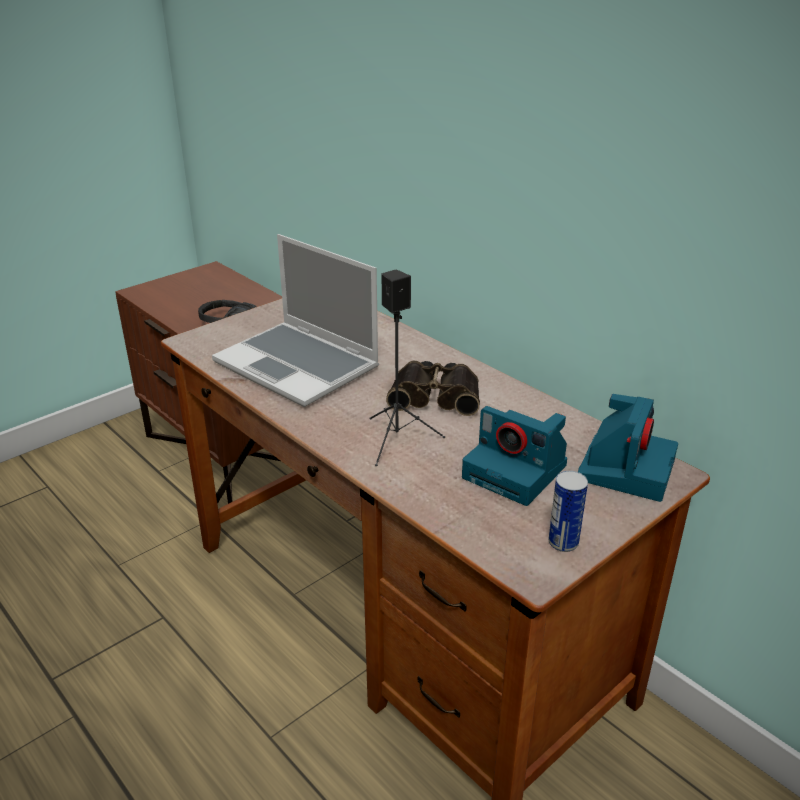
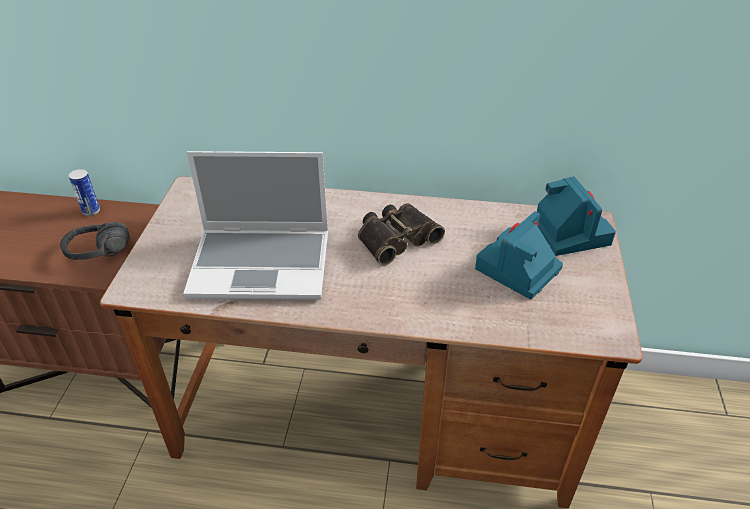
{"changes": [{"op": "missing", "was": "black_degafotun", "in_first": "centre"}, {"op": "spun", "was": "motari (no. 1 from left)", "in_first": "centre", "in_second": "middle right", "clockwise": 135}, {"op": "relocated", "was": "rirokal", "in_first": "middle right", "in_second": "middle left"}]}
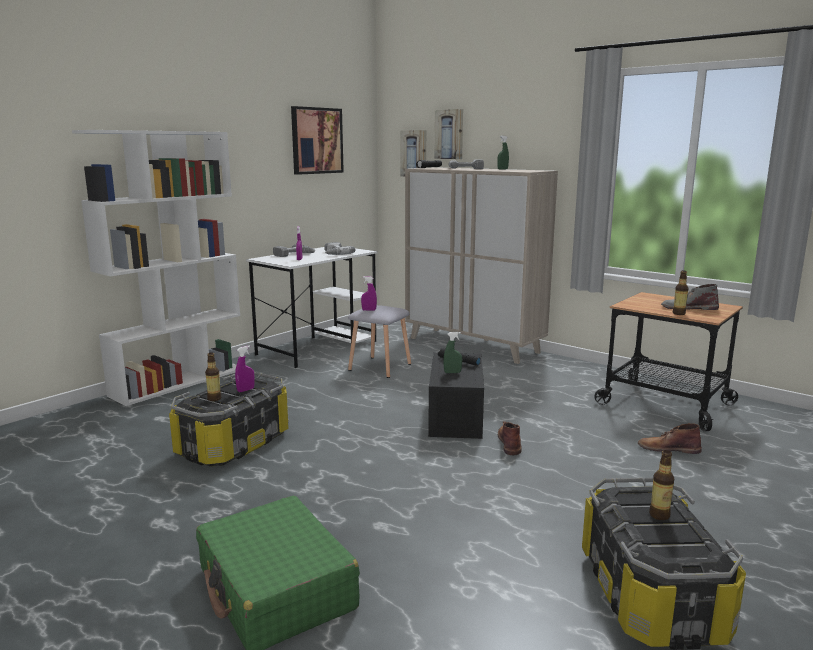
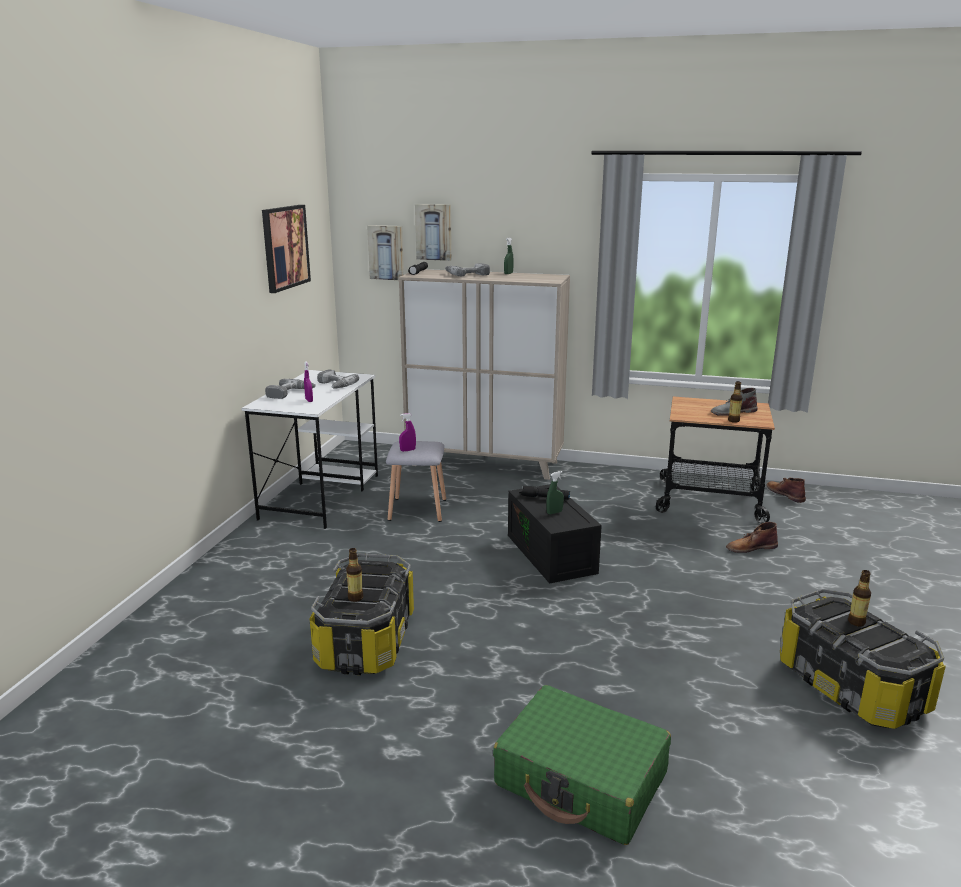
{"changes": [{"op": "missing", "was": "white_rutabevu", "in_first": "middle left"}, {"op": "missing", "was": "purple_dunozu (no. 1 from left)", "in_first": "middle left"}, {"op": "relocated", "was": "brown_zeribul (no. 1 from left in the first image)", "now": "brown_zeribul (no. 2 from left)", "in_first": "bottom centre", "in_second": "middle right"}]}
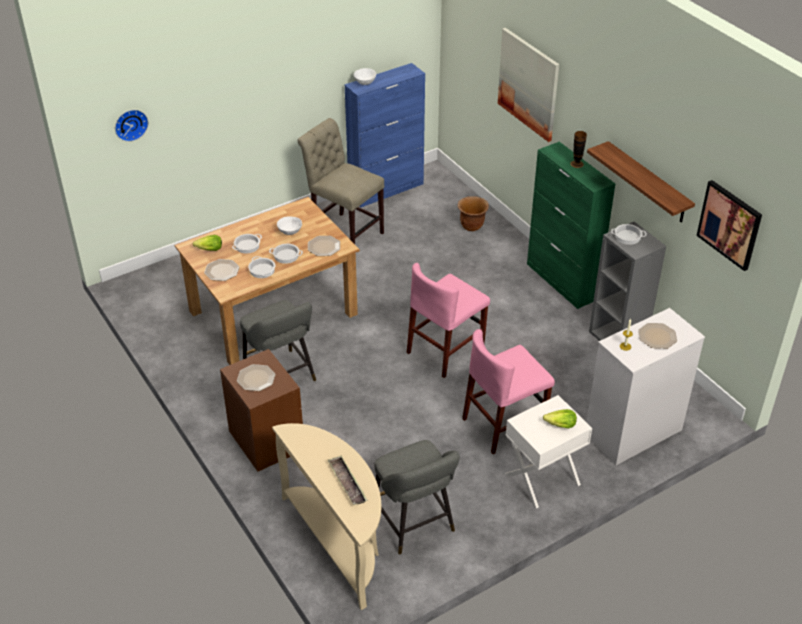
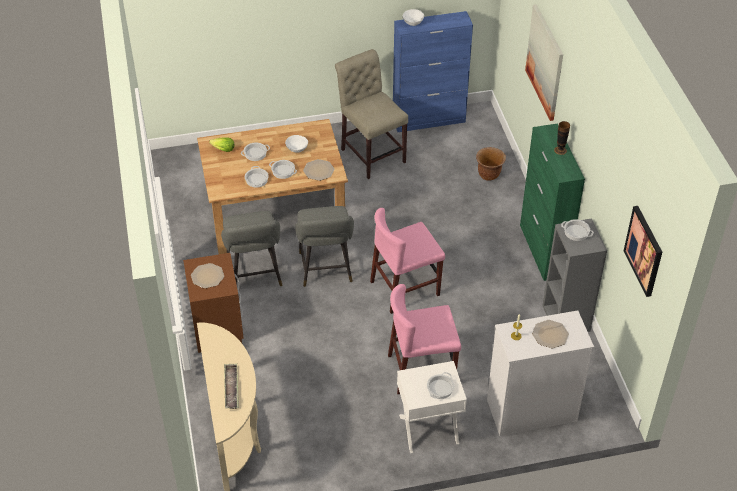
{"changes": [{"op": "missing", "was": "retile", "in_first": "top left"}, {"op": "missing", "was": "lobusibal", "in_first": "top right"}, {"op": "missing", "was": "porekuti (no. 1 from left)", "in_first": "middle left"}, {"op": "exchanged", "was": "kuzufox (no. 2 from left)", "now": "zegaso (no. 4 from left)", "in_first": "bottom right", "in_second": "bottom centre"}, {"op": "relocated", "was": "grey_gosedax (no. 2 from left)", "in_first": "bottom centre", "in_second": "centre"}]}
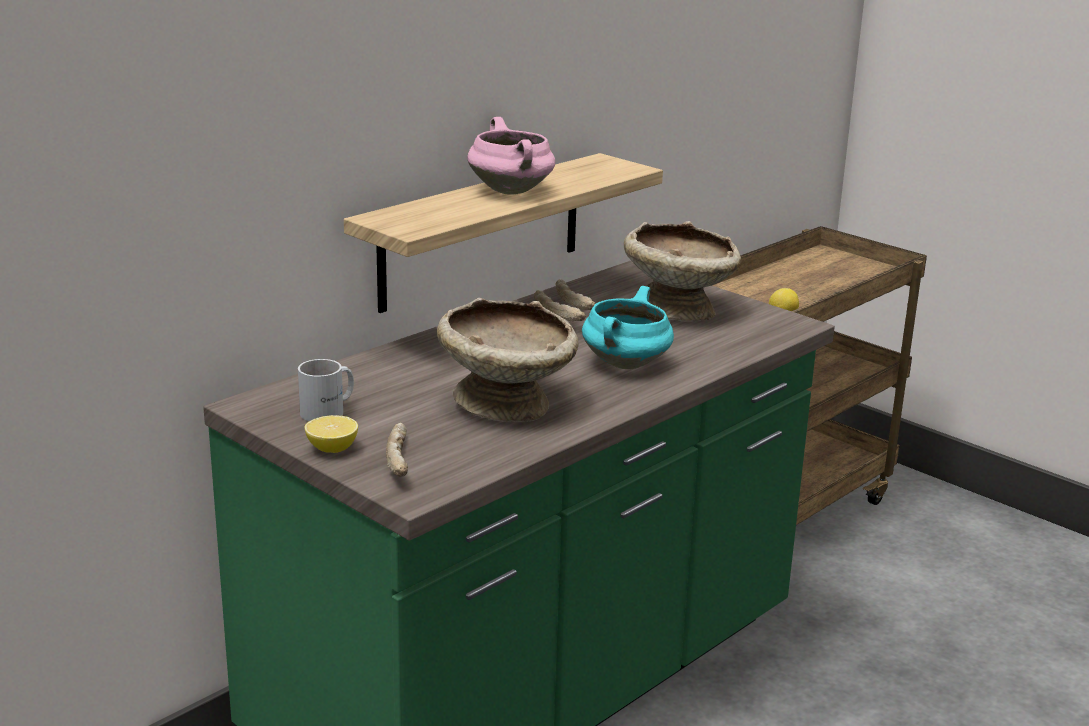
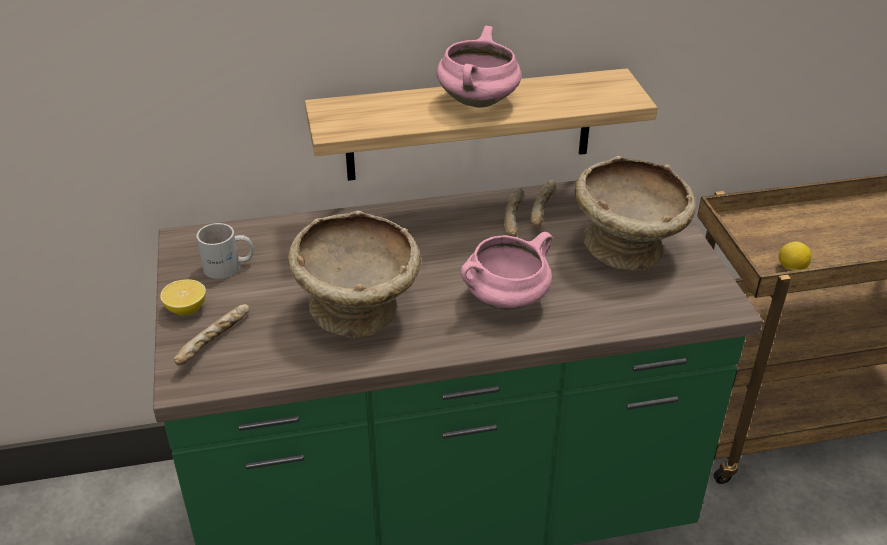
{"changes": [{"op": "colour", "was": "turquoise_zegaso", "now": "pink_zegaso (no. 2 from left)", "in_first": "centre", "in_second": "centre"}]}
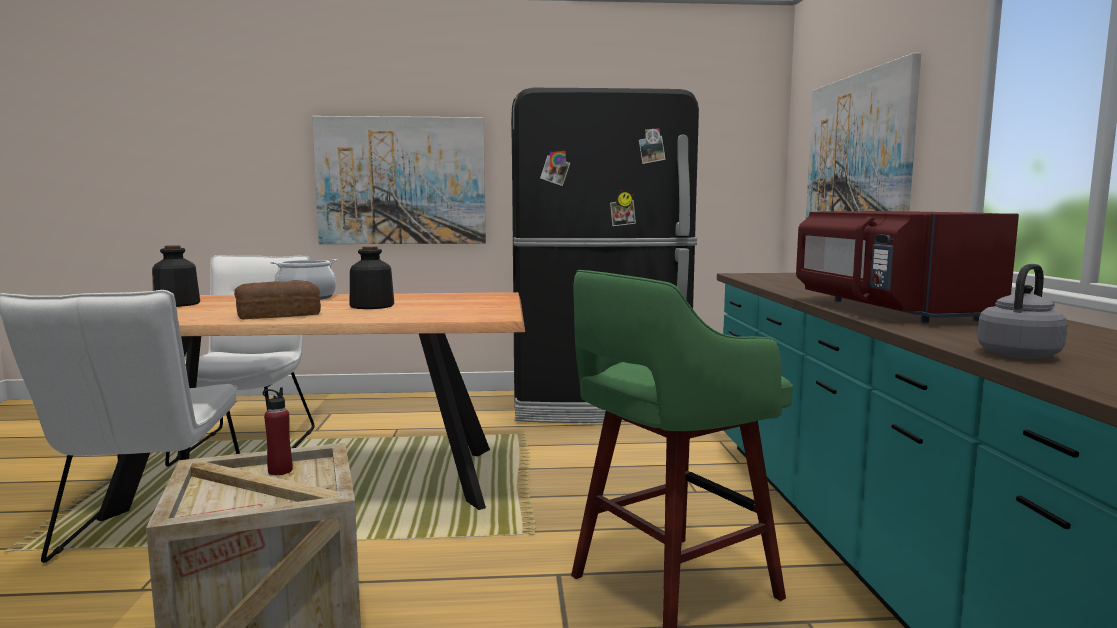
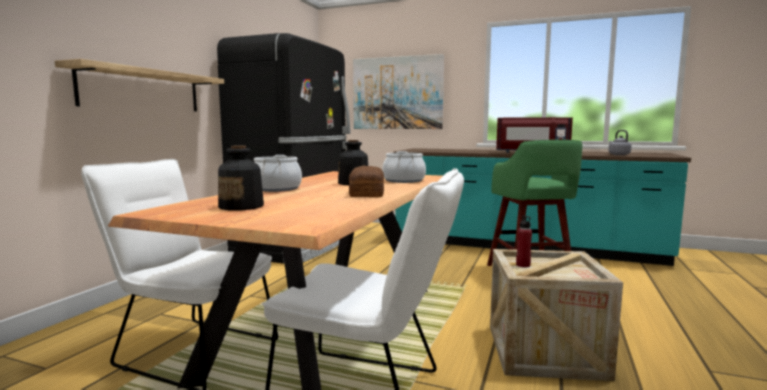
{"changes": [{"op": "exchanged", "was": "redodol (no. 1 from left)", "now": "lobusibal", "in_first": "top centre", "in_second": "top left"}, {"op": "appeared", "now": "zegaso (no. 2 from left)", "in_second": "centre"}]}
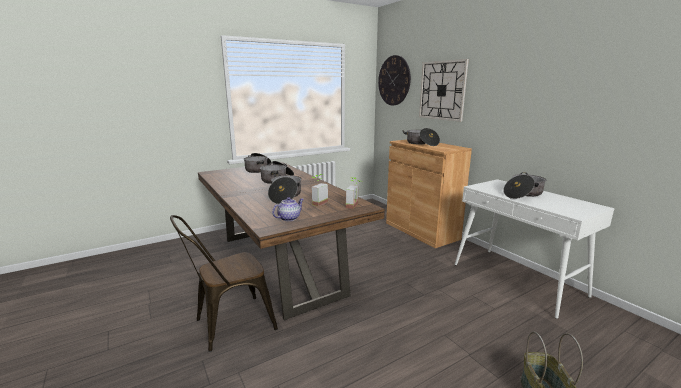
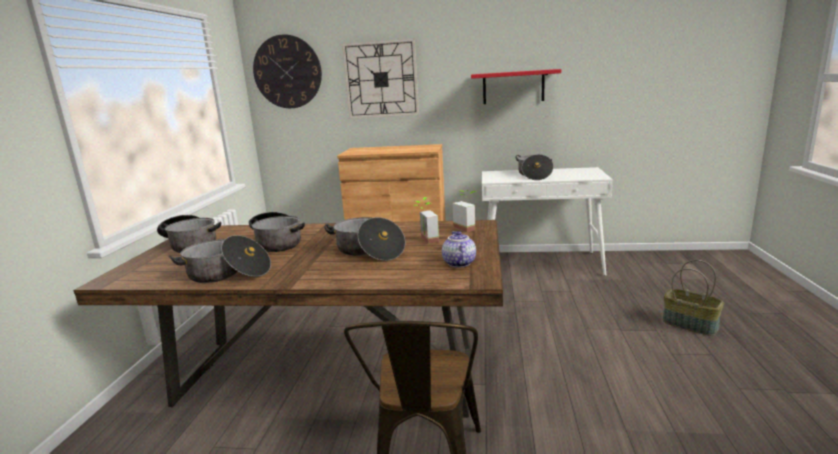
{"changes": [{"op": "relocated", "was": "zegaso (no. 4 from left in the first image)", "now": "zegaso (no. 2 from left)", "in_first": "centre", "in_second": "middle left"}, {"op": "appeared", "now": "red_lobusibal", "in_second": "top centre"}]}
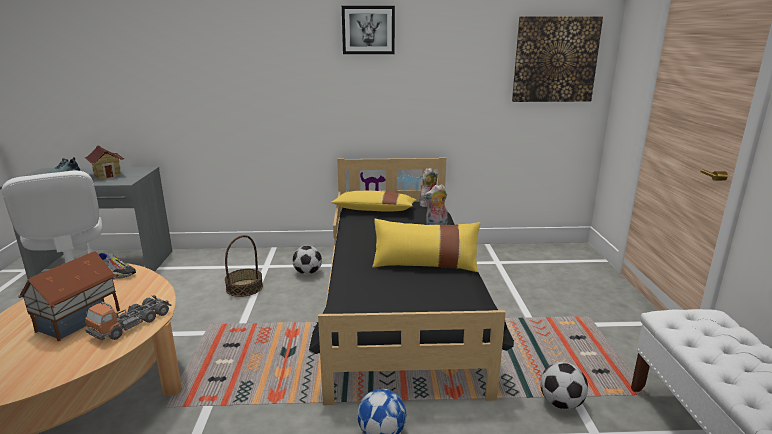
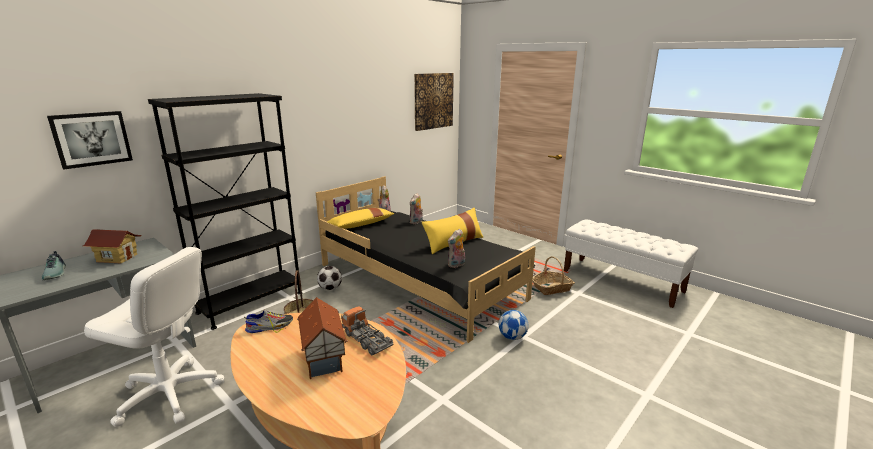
{"changes": [{"op": "relocated", "was": "redodol (no. 1 from left)", "in_first": "top centre", "in_second": "top left"}, {"op": "spun", "was": "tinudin", "in_first": "bottom left", "in_second": "bottom centre", "clockwise": 150}, {"op": "exchanged", "was": "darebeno (no. 3 from left)", "now": "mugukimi (no. 2 from left)", "in_first": "bottom right", "in_second": "centre"}, {"op": "appeared", "now": "black_rutabevu", "in_second": "middle left"}, {"op": "appeared", "now": "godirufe (no. 3 from left)", "in_second": "centre"}]}
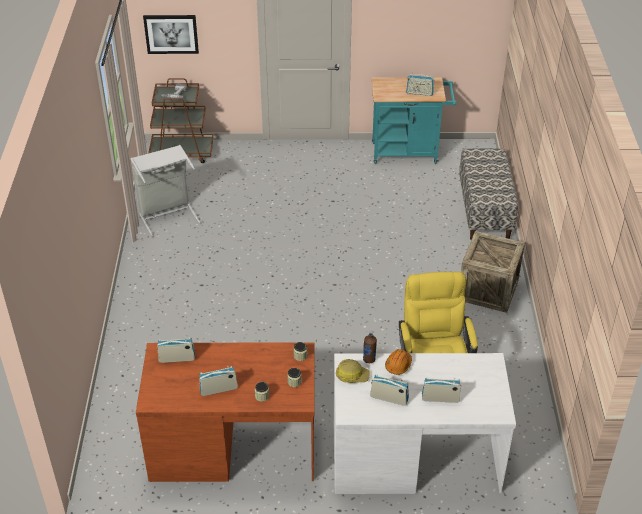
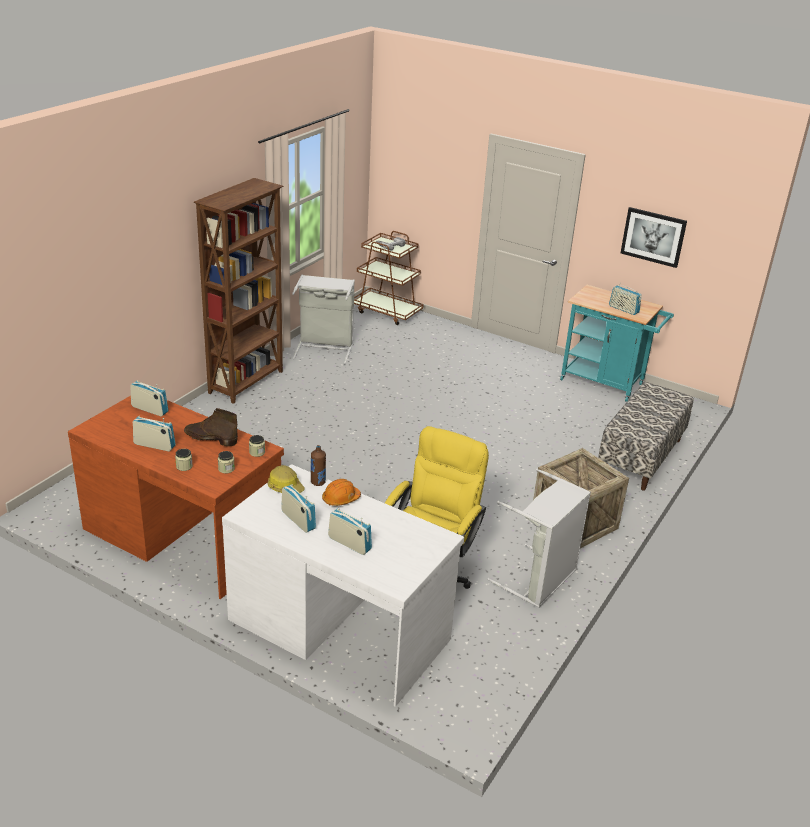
{"changes": [{"op": "relocated", "was": "redodol", "in_first": "top left", "in_second": "top right"}, {"op": "appeared", "now": "brown_rutabevu", "in_second": "middle left"}, {"op": "appeared", "now": "brown_zeribul", "in_second": "middle left"}, {"op": "appeared", "now": "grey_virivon (no. 2 from left)", "in_second": "centre"}]}
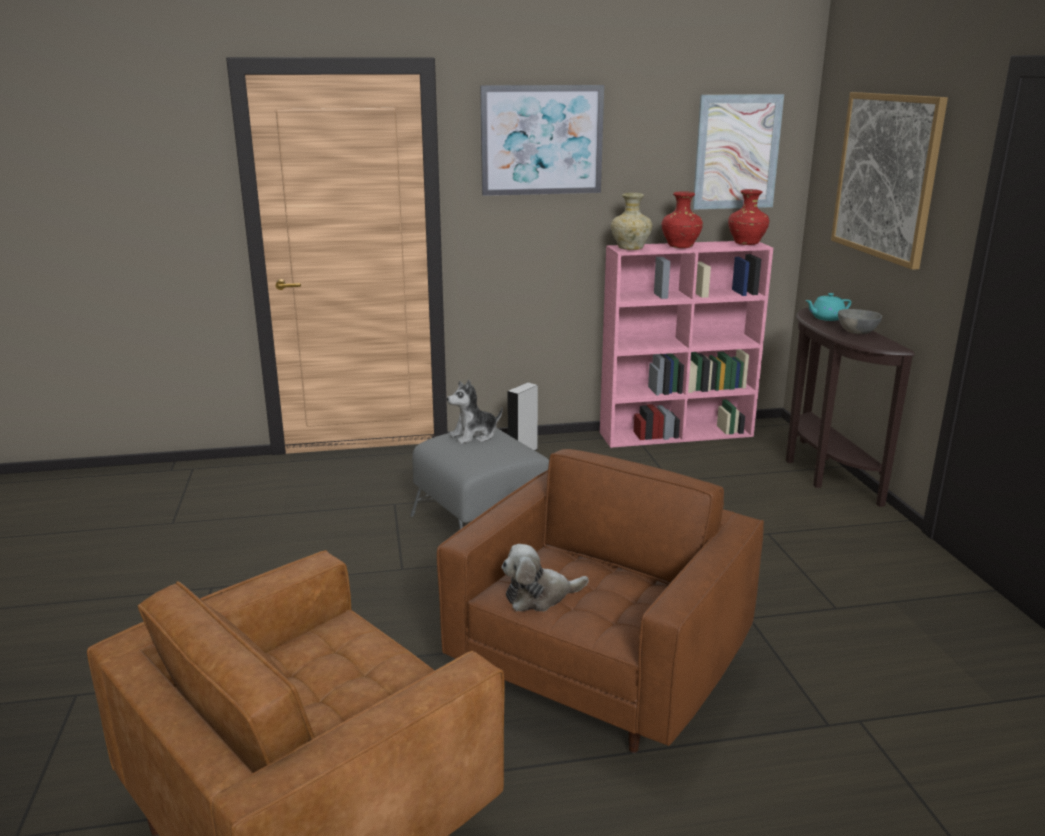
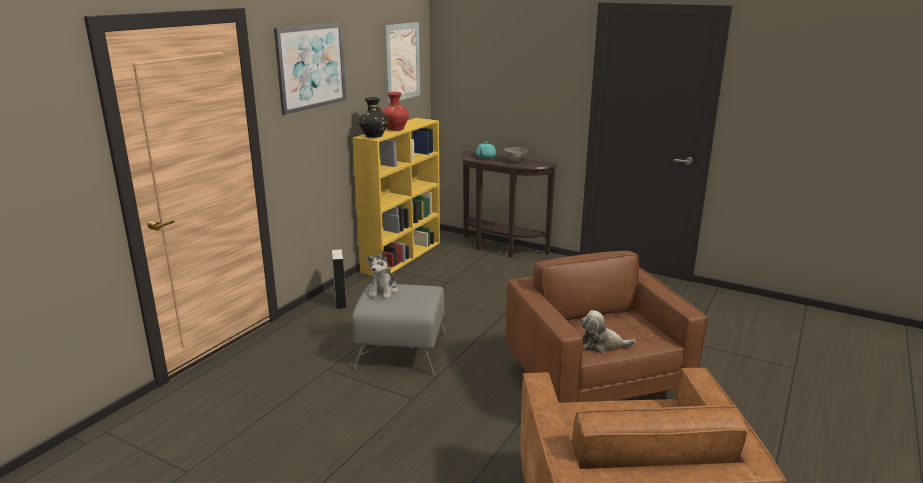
{"changes": [{"op": "missing", "was": "redodol (no. 3 from left)", "in_first": "top right"}, {"op": "missing", "was": "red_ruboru (no. 2 from left)", "in_first": "top right"}, {"op": "colour", "was": "beige_ruboru", "now": "black_ruboru", "in_first": "top centre", "in_second": "top centre"}, {"op": "colour", "was": "pink_rutabevu", "now": "yellow_rutabevu", "in_first": "centre", "in_second": "centre"}, {"op": "spun", "was": "godirufe (no. 2 from left)", "in_first": "bottom centre", "in_second": "bottom centre", "clockwise": 75}]}
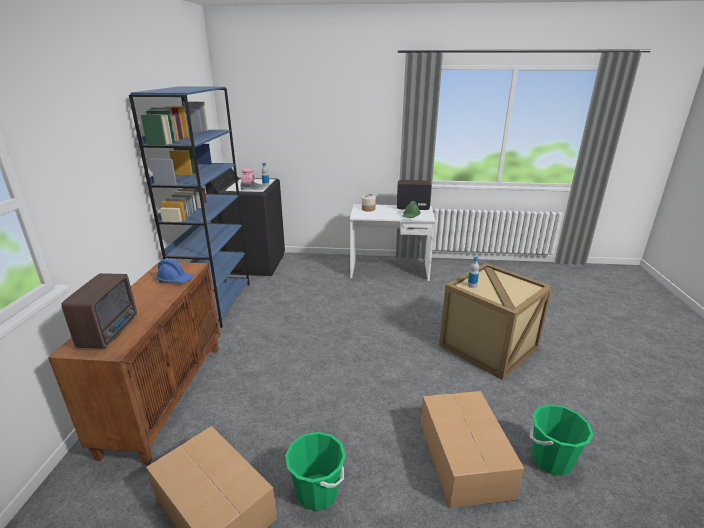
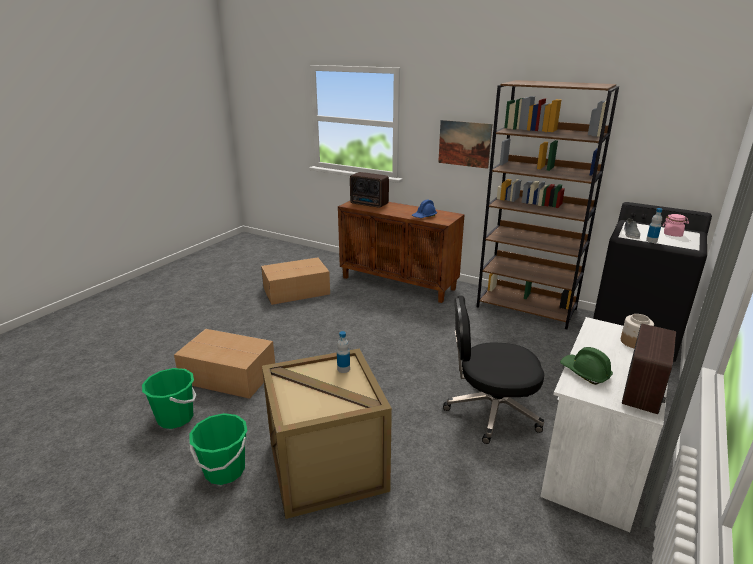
{"changes": [{"op": "colour", "was": "blue_rutabevu", "now": "brown_rutabevu", "in_first": "middle left", "in_second": "middle right"}, {"op": "relocated", "was": "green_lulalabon (no. 1 from left in the first image)", "now": "green_lulalabon (no. 2 from left)", "in_first": "bottom centre", "in_second": "bottom left"}, {"op": "appeared", "now": "redodol", "in_second": "top centre"}, {"op": "appeared", "now": "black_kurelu", "in_second": "centre"}]}
